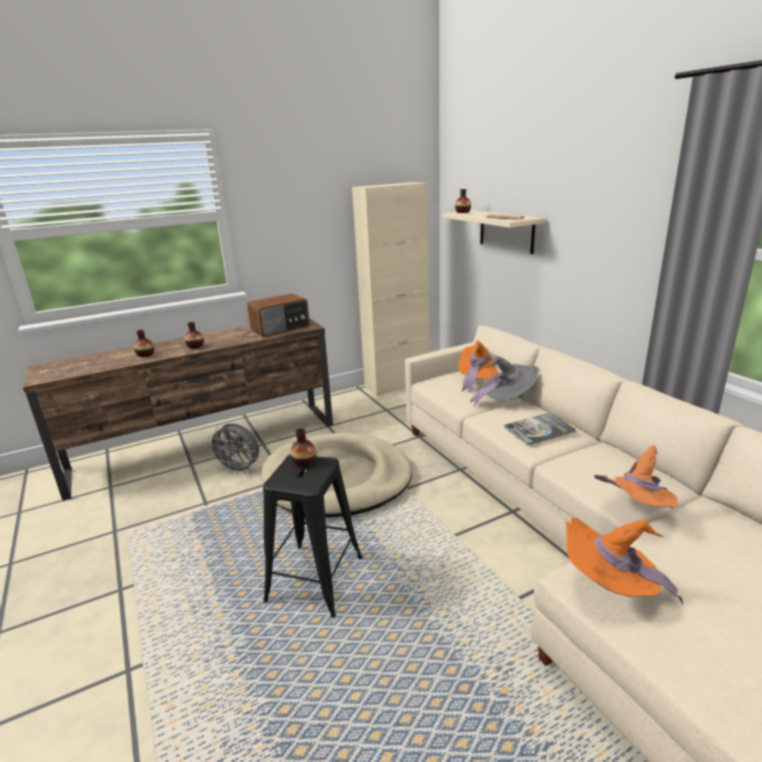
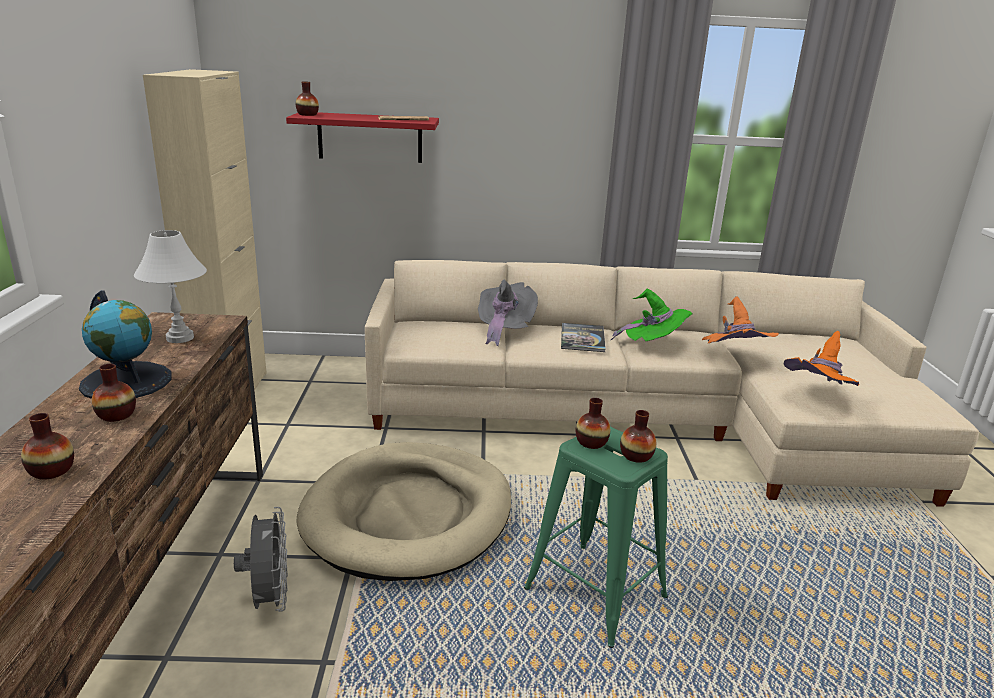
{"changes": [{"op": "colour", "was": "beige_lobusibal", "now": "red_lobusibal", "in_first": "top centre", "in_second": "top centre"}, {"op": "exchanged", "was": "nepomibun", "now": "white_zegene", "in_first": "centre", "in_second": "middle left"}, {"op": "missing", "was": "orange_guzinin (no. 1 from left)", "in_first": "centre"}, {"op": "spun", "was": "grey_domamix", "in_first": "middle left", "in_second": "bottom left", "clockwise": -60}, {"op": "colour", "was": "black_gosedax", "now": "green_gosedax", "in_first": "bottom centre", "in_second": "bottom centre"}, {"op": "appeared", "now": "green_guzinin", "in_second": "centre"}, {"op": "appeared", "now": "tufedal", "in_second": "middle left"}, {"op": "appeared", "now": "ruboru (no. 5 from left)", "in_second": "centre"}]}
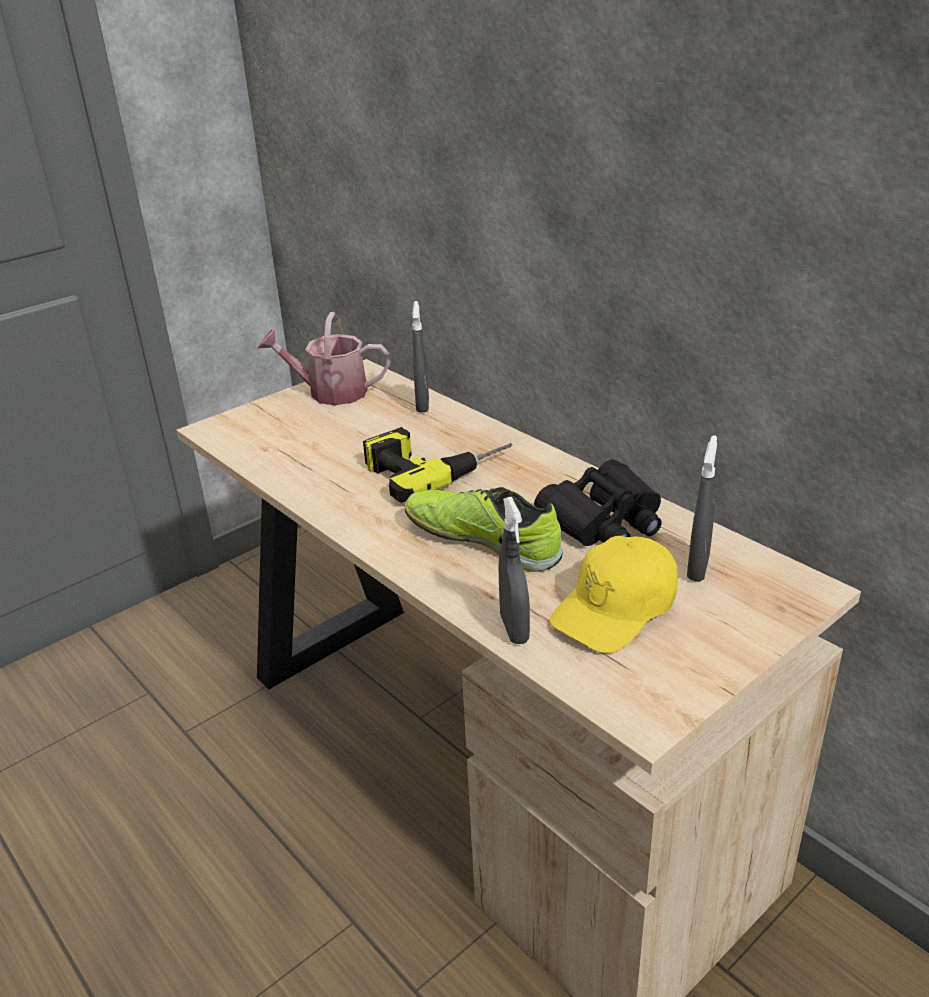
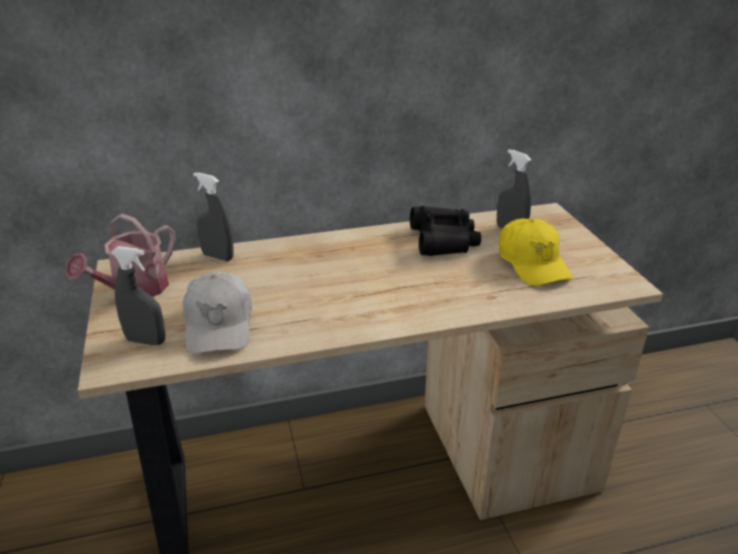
{"changes": [{"op": "missing", "was": "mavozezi", "in_first": "centre"}, {"op": "missing", "was": "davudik", "in_first": "centre"}, {"op": "relocated", "was": "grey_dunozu (no. 2 from left in the first image)", "now": "grey_dunozu (no. 1 from left)", "in_first": "centre", "in_second": "middle left"}, {"op": "appeared", "now": "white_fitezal", "in_second": "middle left"}]}
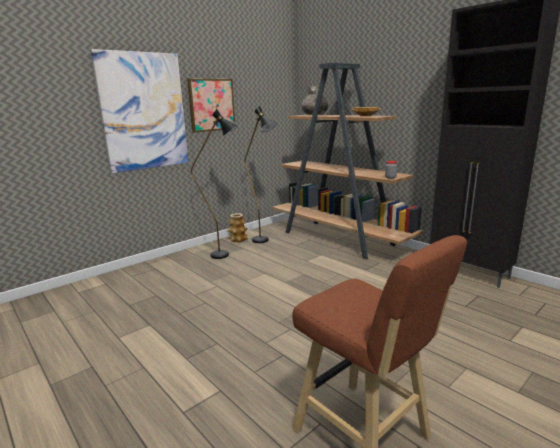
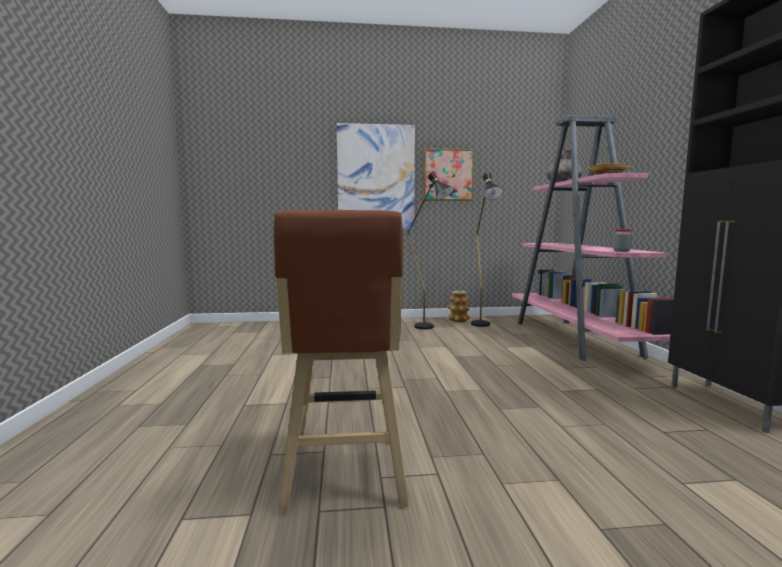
{"changes": [{"op": "colour", "was": "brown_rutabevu", "now": "pink_rutabevu", "in_first": "centre", "in_second": "middle right"}]}
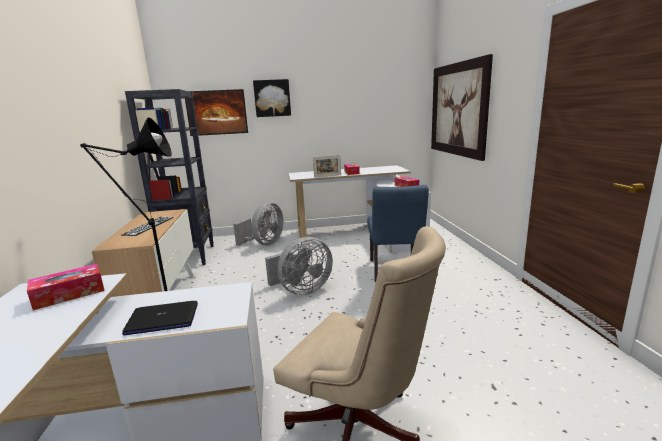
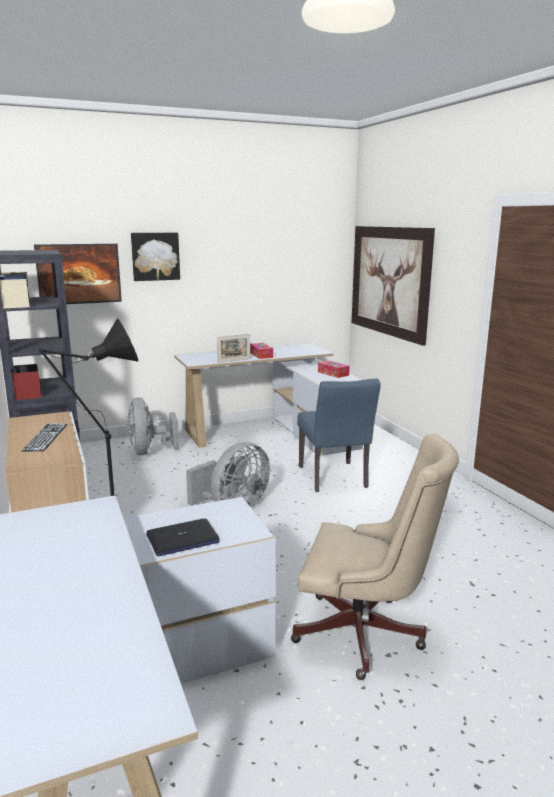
{"changes": [{"op": "spun", "was": "grey_domamix (no. 1 from left)", "in_first": "centre", "in_second": "middle left", "clockwise": 150}, {"op": "missing", "was": "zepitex (no. 1 from left)", "in_first": "middle left"}]}
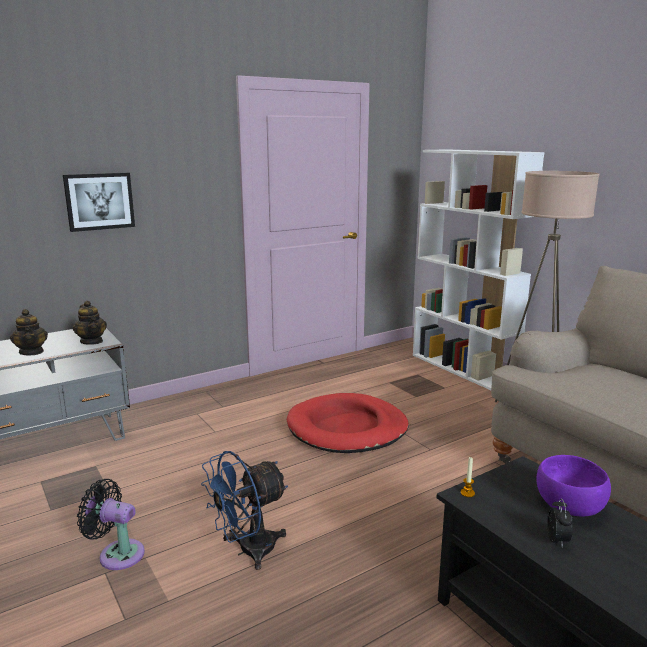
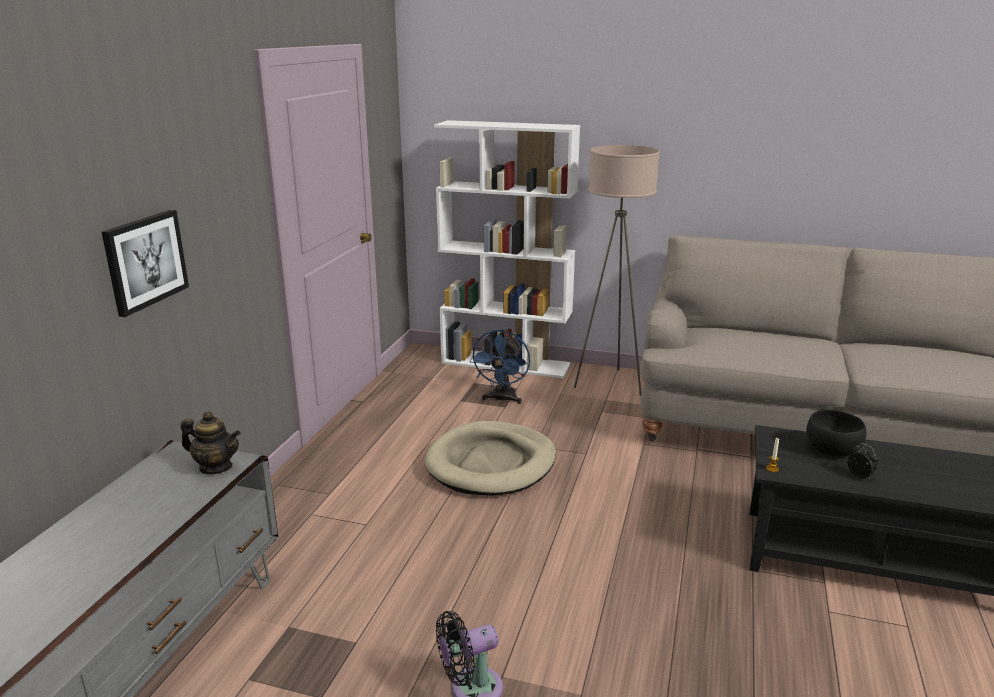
{"changes": [{"op": "missing", "was": "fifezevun (no. 1 from left)", "in_first": "middle left"}, {"op": "colour", "was": "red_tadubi", "now": "beige_tadubi", "in_first": "centre", "in_second": "centre"}, {"op": "relocated", "was": "blue_domamix", "in_first": "bottom centre", "in_second": "centre"}, {"op": "colour", "was": "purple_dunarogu", "now": "black_dunarogu", "in_first": "bottom right", "in_second": "middle right"}]}
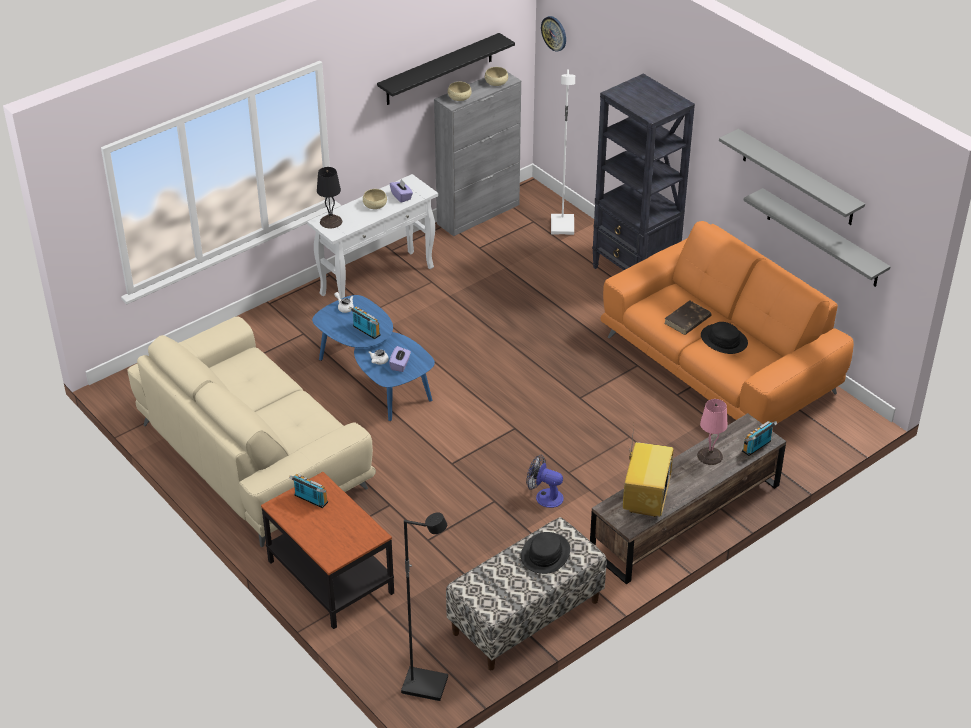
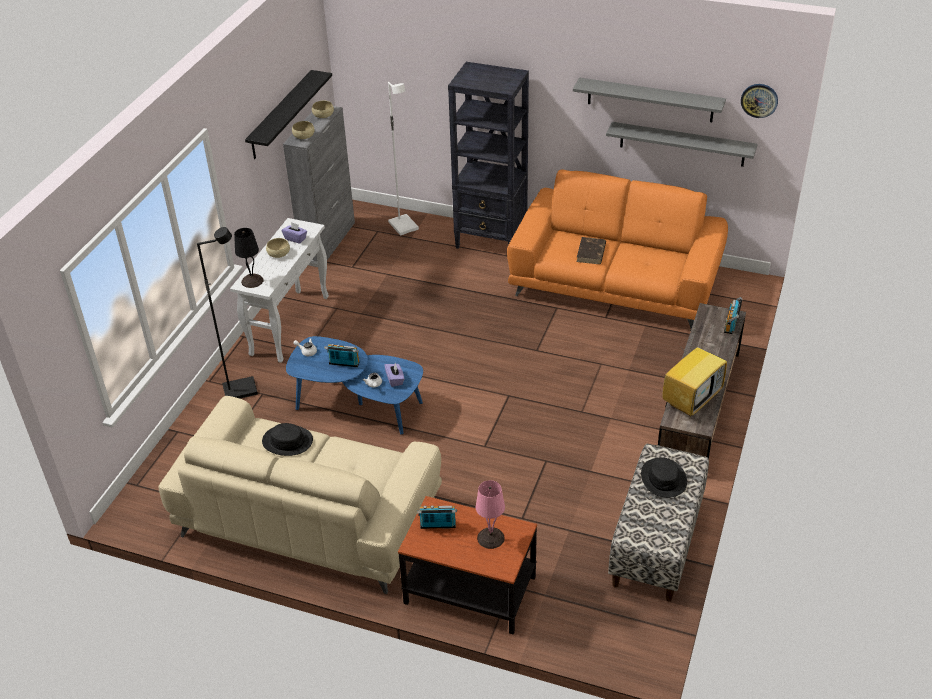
{"changes": [{"op": "relocated", "was": "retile", "in_first": "top centre", "in_second": "top right"}, {"op": "relocated", "was": "black_guzinin (no. 2 from left in the first image)", "now": "black_guzinin (no. 1 from left)", "in_first": "middle right", "in_second": "middle left"}, {"op": "relocated", "was": "pink_zegene", "in_first": "middle right", "in_second": "bottom centre"}, {"op": "spun", "was": "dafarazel", "in_first": "middle right", "in_second": "middle right", "clockwise": 60}, {"op": "missing", "was": "domamix", "in_first": "centre"}, {"op": "relocated", "was": "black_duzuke", "in_first": "bottom centre", "in_second": "middle left"}]}
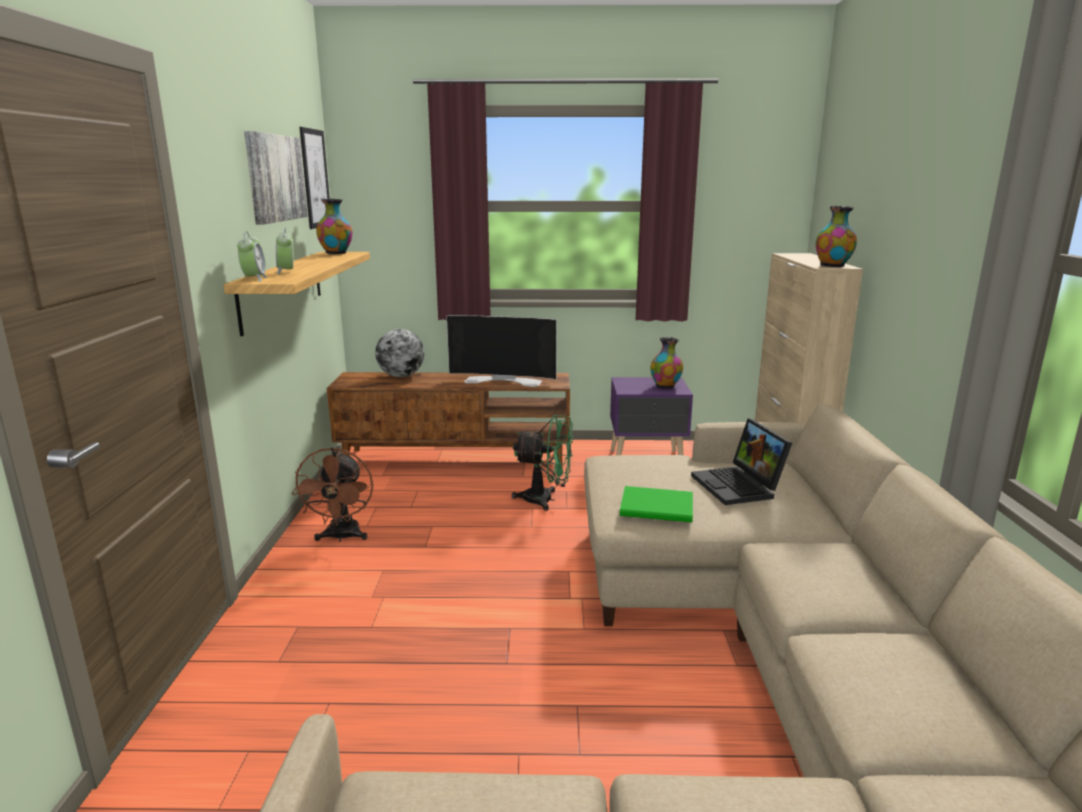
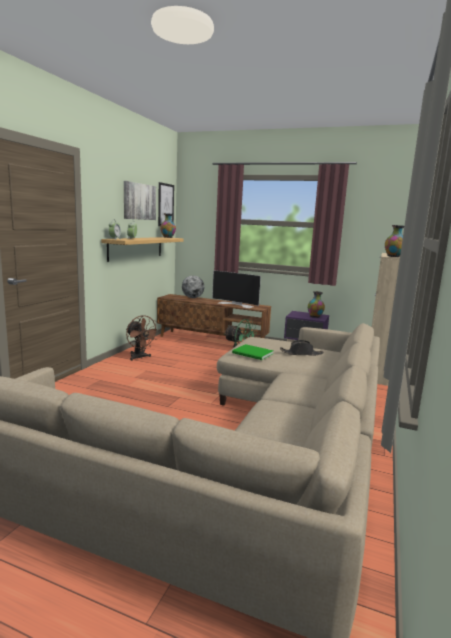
{"changes": [{"op": "exchanged", "was": "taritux", "now": "black_guzinin", "in_first": "middle right", "in_second": "middle right"}, {"op": "spun", "was": "brown_domamix", "in_first": "middle left", "in_second": "middle left", "clockwise": -60}]}
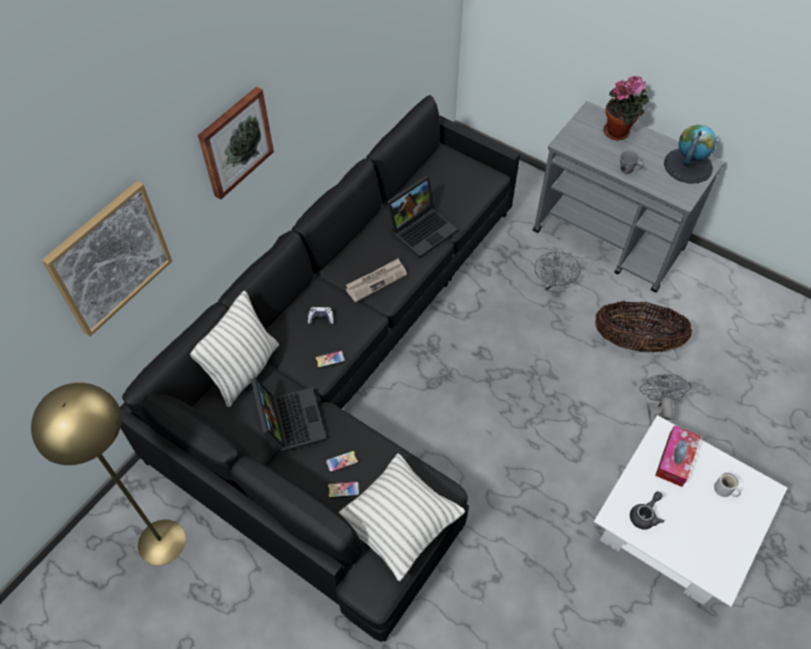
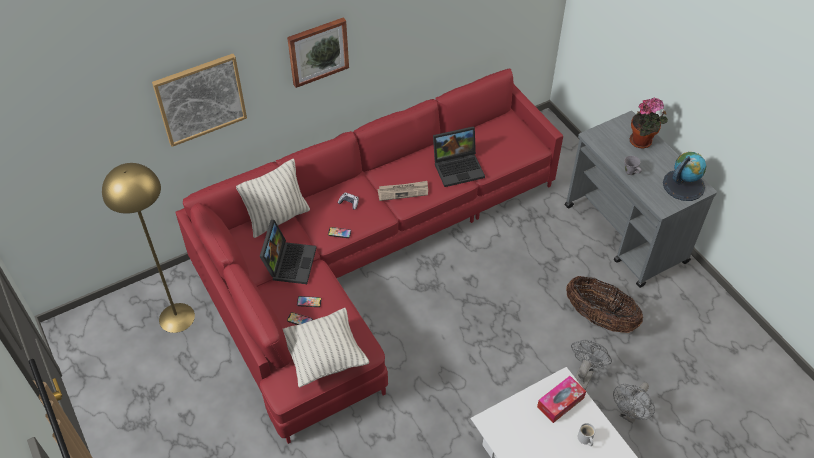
{"changes": [{"op": "colour", "was": "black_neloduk", "now": "red_neloduk", "in_first": "centre", "in_second": "centre"}, {"op": "relocated", "was": "grey_domamix (no. 1 from left in the first image)", "now": "grey_domamix (no. 2 from left)", "in_first": "middle right", "in_second": "bottom right"}, {"op": "missing", "was": "grey_fifezevun", "in_first": "bottom right"}]}
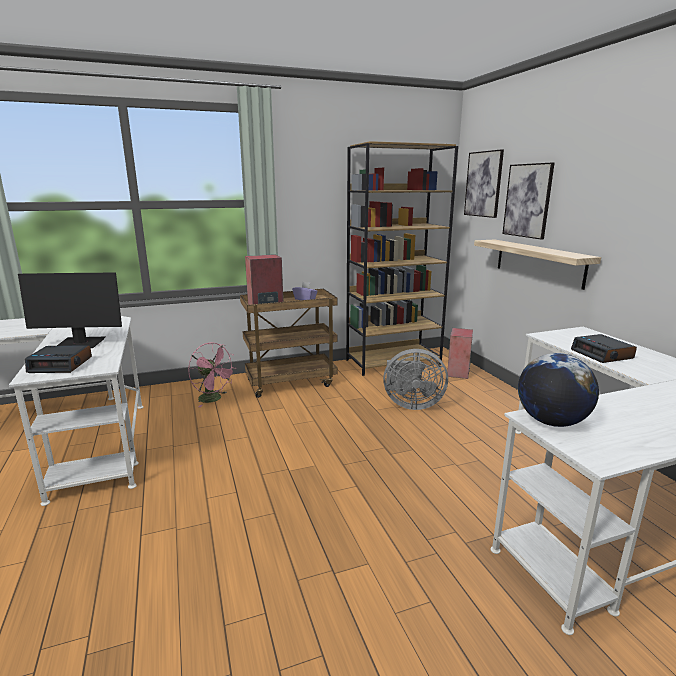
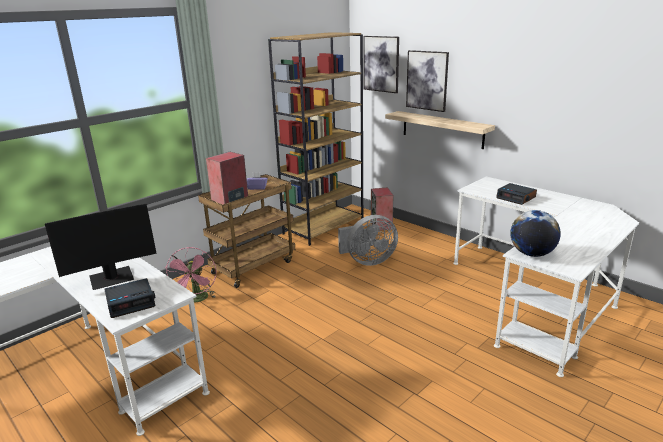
{"changes": [{"op": "spun", "was": "pink_domamix", "in_first": "middle left", "in_second": "middle left", "clockwise": 75}]}
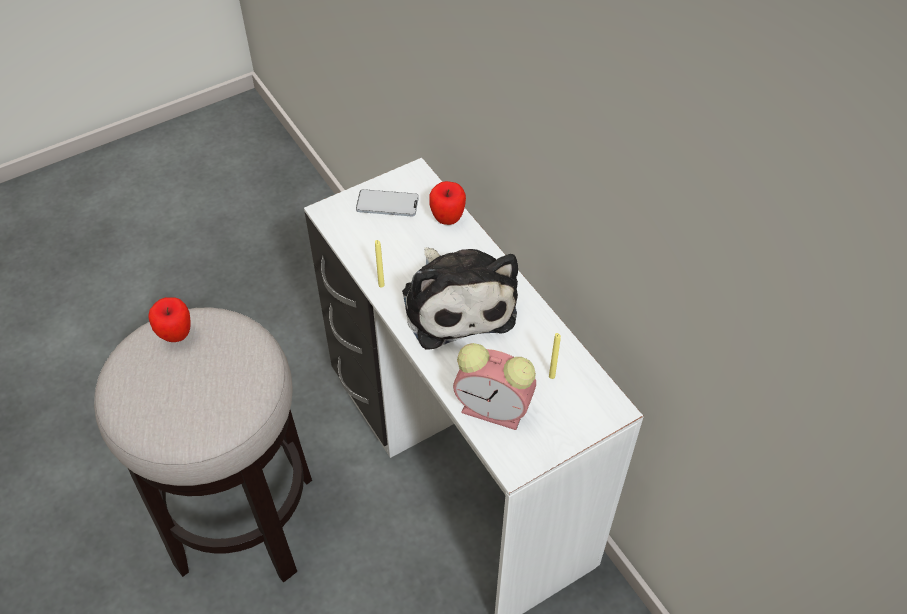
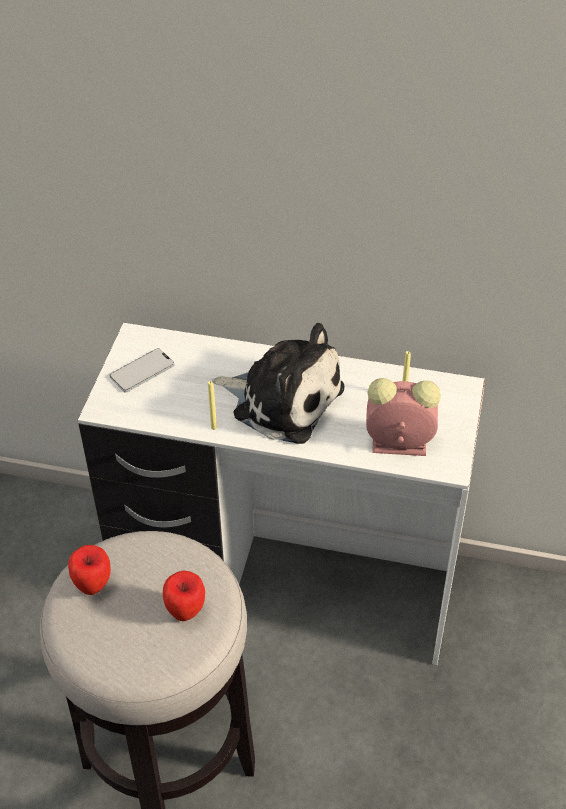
{"changes": [{"op": "relocated", "was": "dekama (no. 2 from left)", "in_first": "top centre", "in_second": "bottom left"}, {"op": "spun", "was": "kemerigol", "in_first": "centre", "in_second": "middle right", "clockwise": -150}]}
